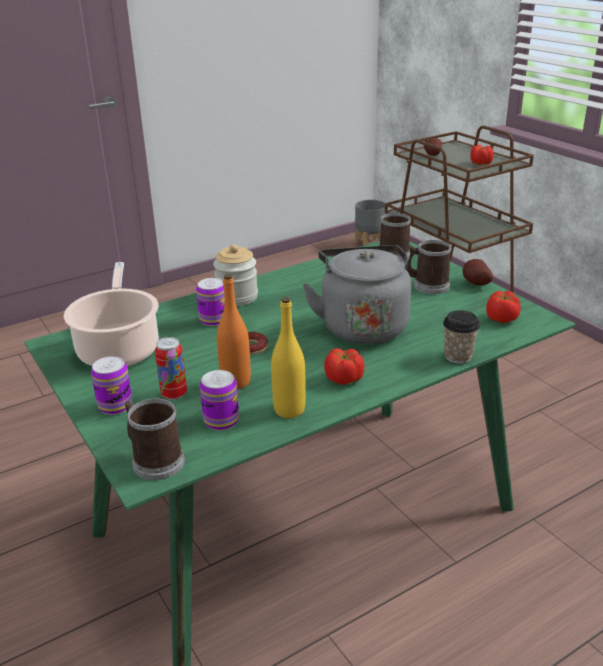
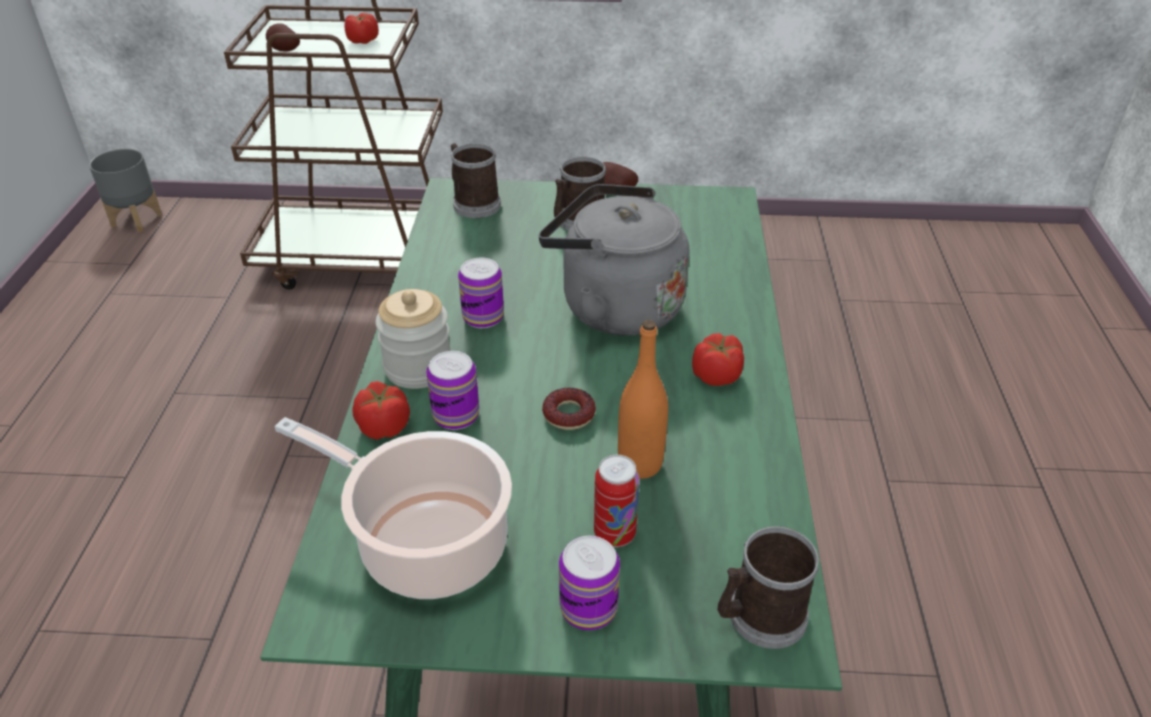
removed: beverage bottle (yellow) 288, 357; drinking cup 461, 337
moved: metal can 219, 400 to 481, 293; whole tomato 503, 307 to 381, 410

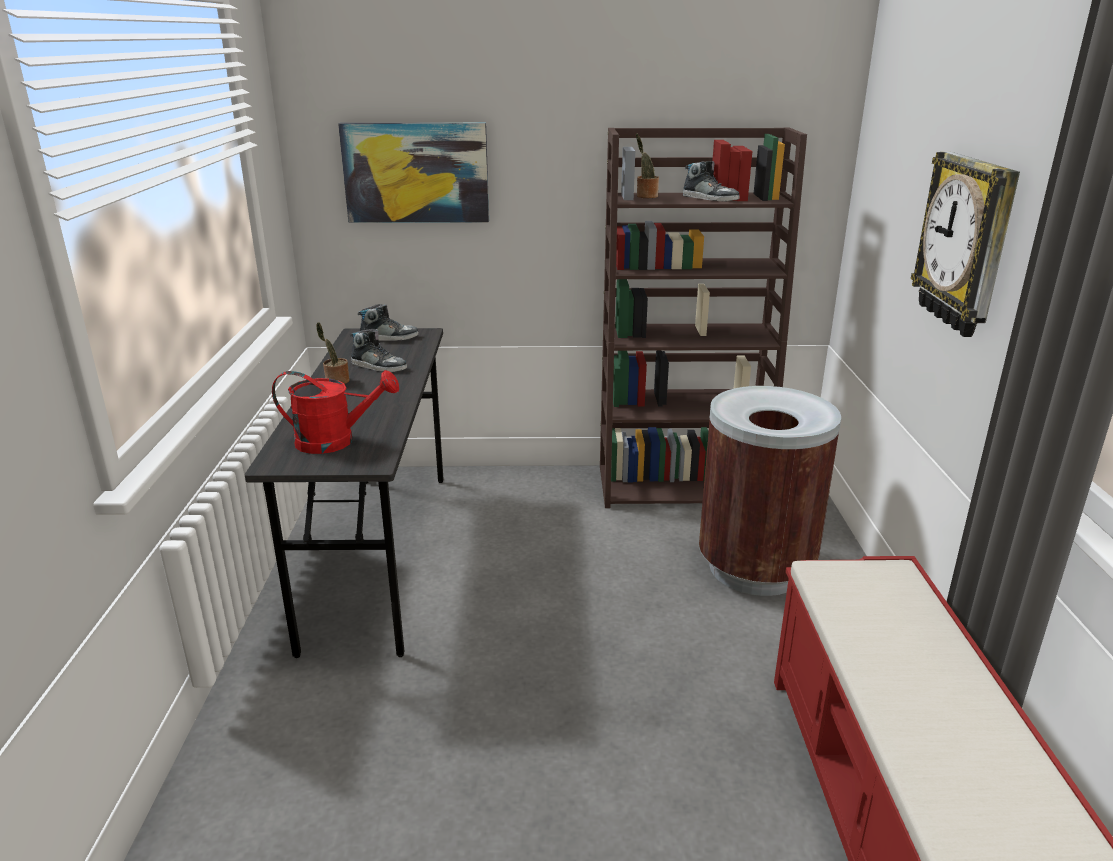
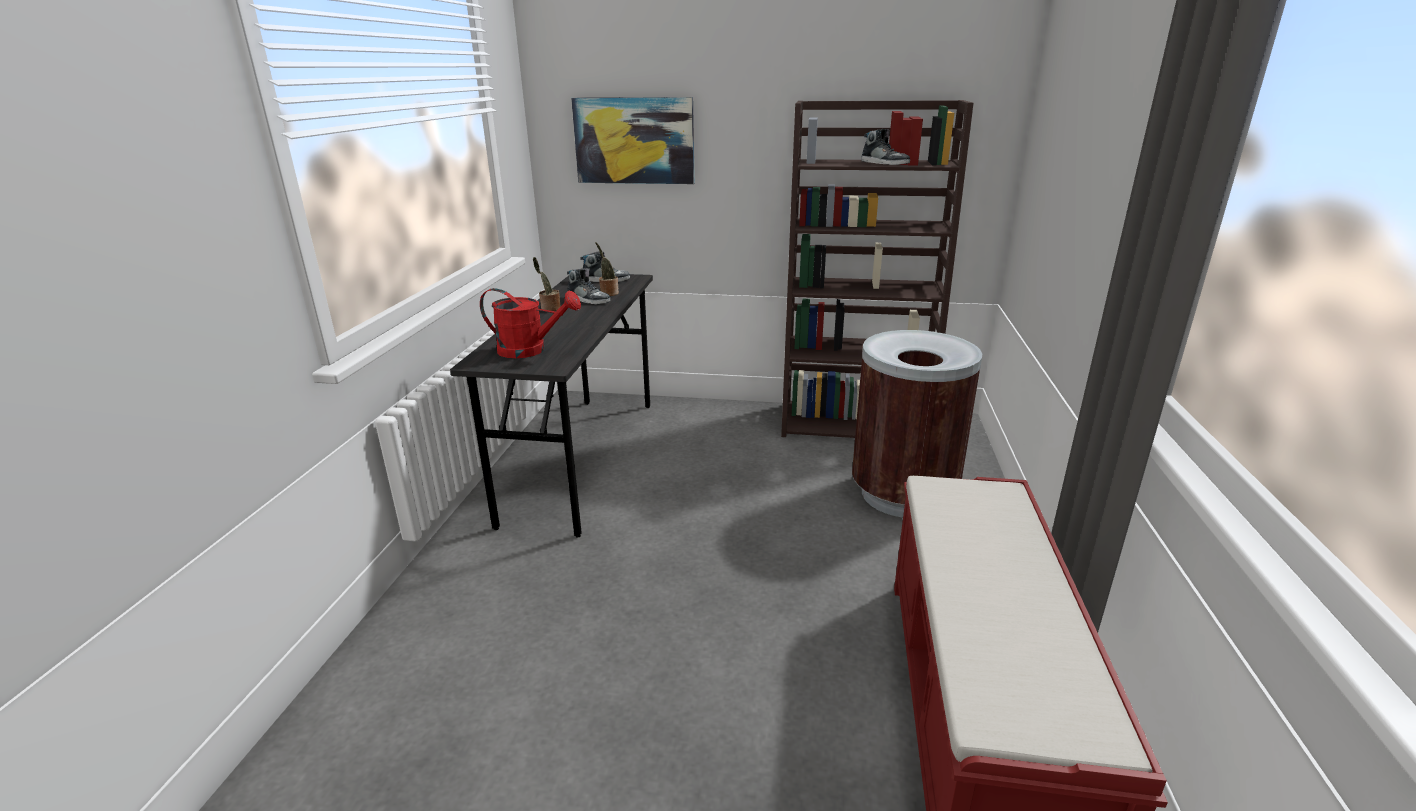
removed: wall clock 965, 244
moved: houseplant 647, 165 to 607, 269

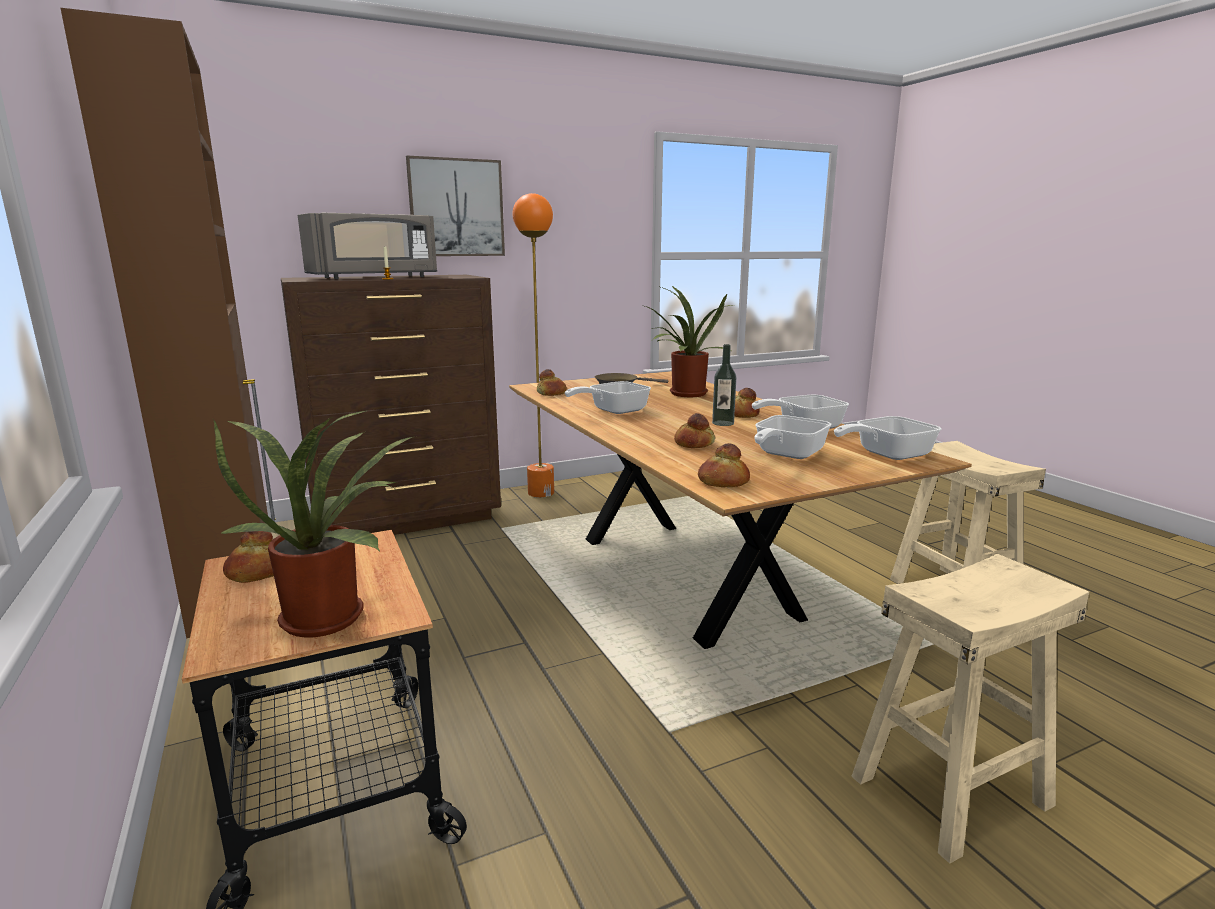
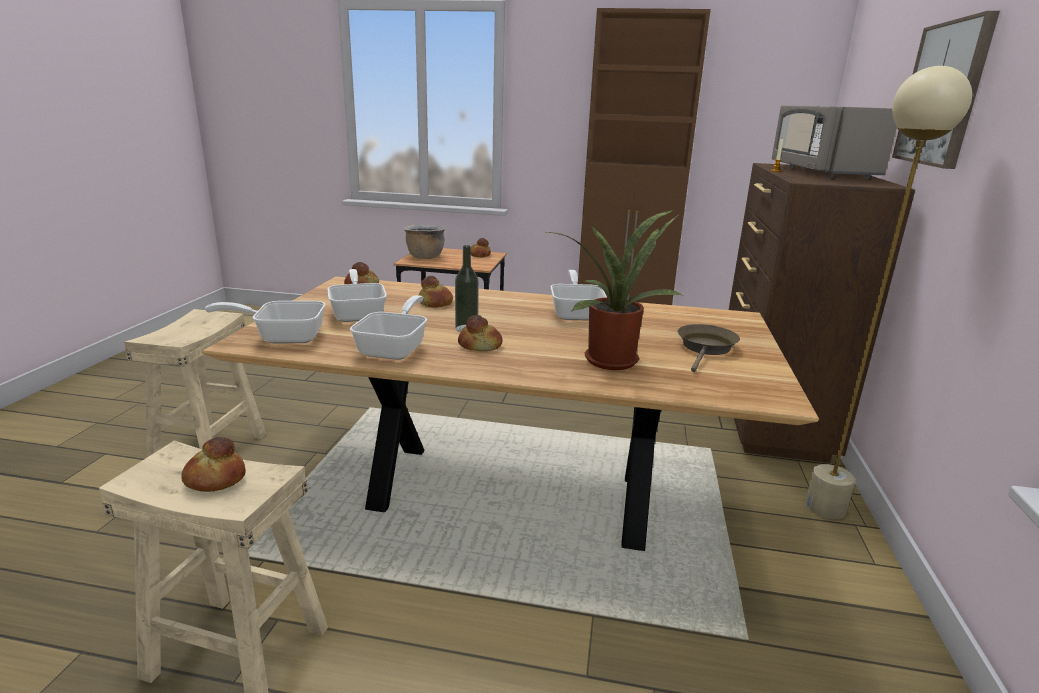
moved: baked bread 552, 382 to 213, 464
replaced: houseplant 313, 524 to saucepot (brown) 424, 242
recoloured: standard lamp (orangey) 533, 345 to standard lamp (sand-coloured) 888, 292
turned: frying pan 888, 438 = 265, 322 105 degrees counterclockwise

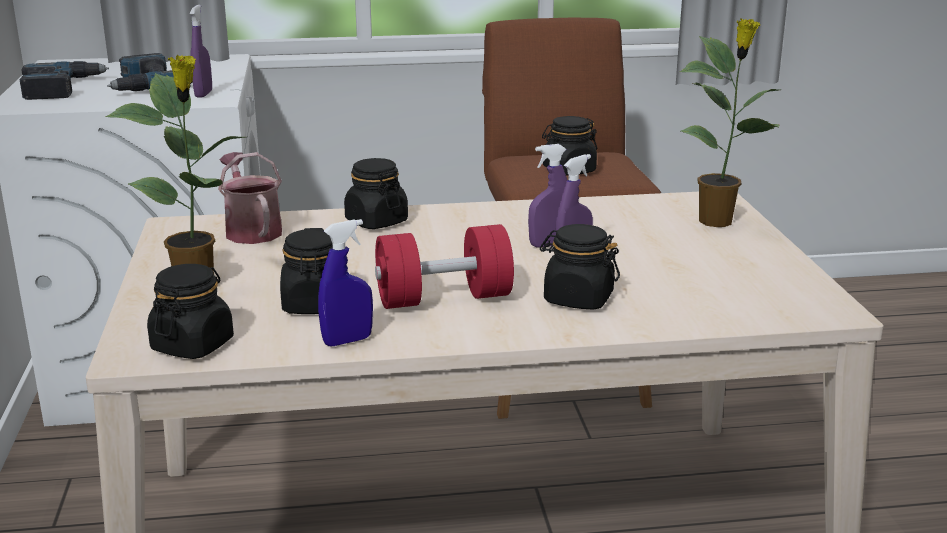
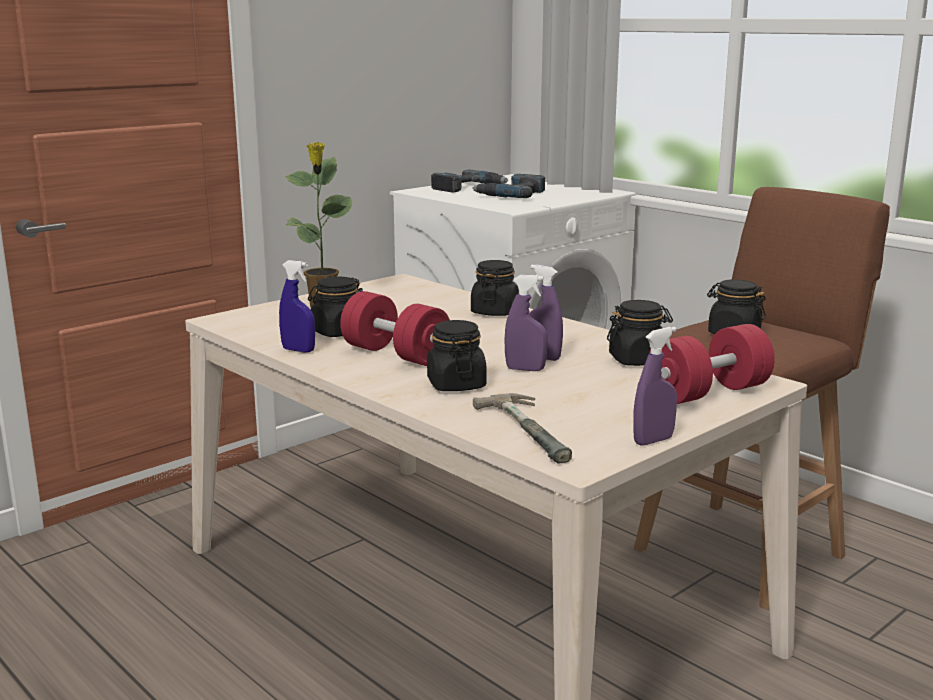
removed: watering pot 250, 198
added: hand hammer 522, 428
moved: jar (black) 190, 311 to 640, 333; hand sprayer (purple-coloured) 201, 51 to 655, 386
replaced: houseplant 730, 122 to free weight (red) 712, 364

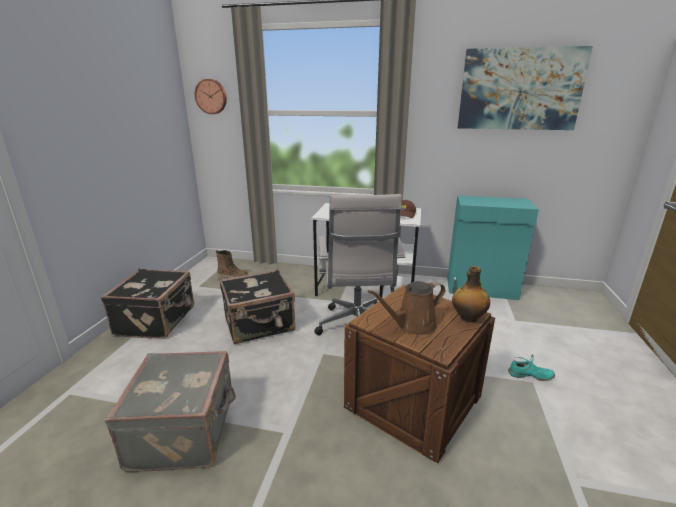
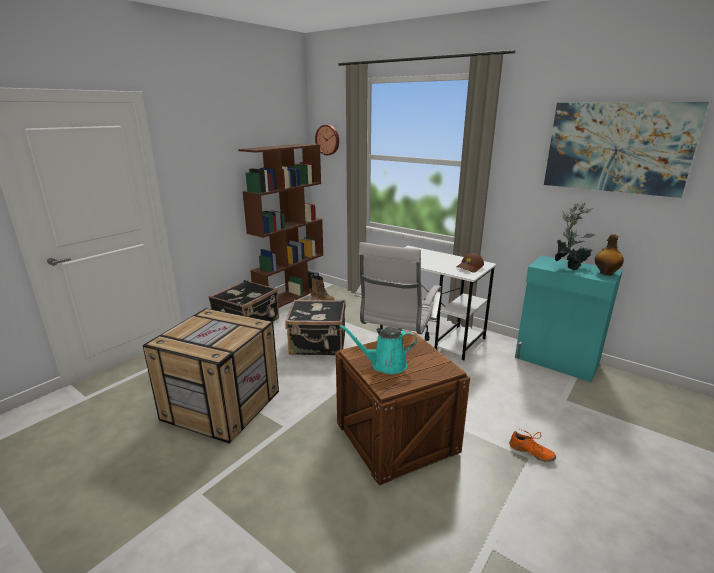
added: shelving unit (brown) 280, 226; houseplant 575, 236
moved: beverage bottle 471, 294 to 609, 254
replaced: travel case (grey) 170, 411 to shipping crate 211, 376
recoloured: watering pot (brown) 406, 308 to watering pot (blue-green) 378, 349; low shoe (blue-green) 531, 368 to low shoe (orangey) 532, 445

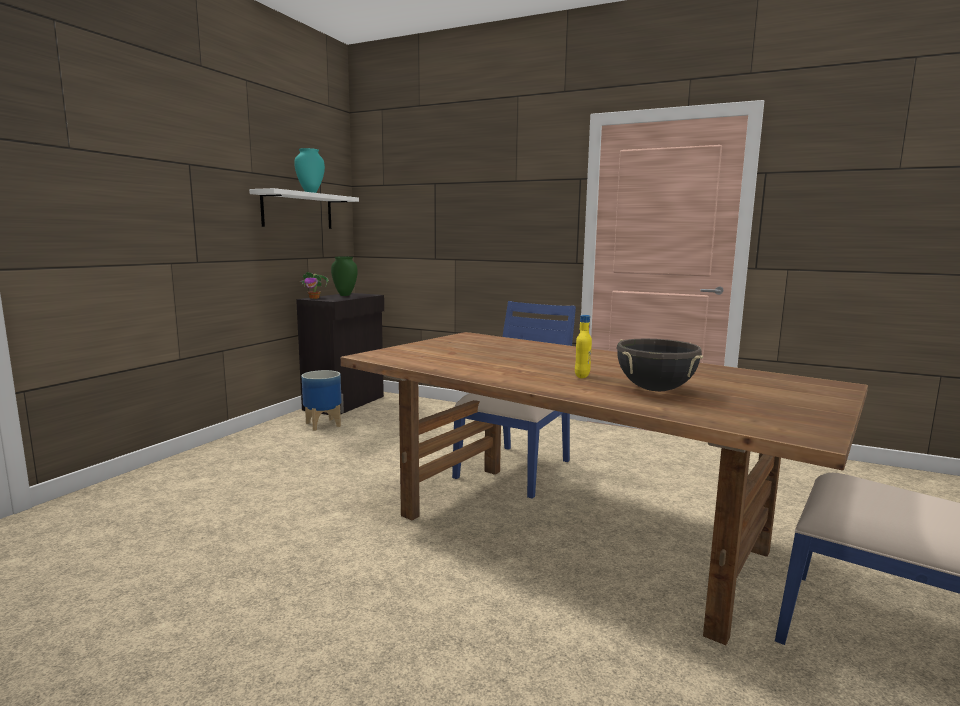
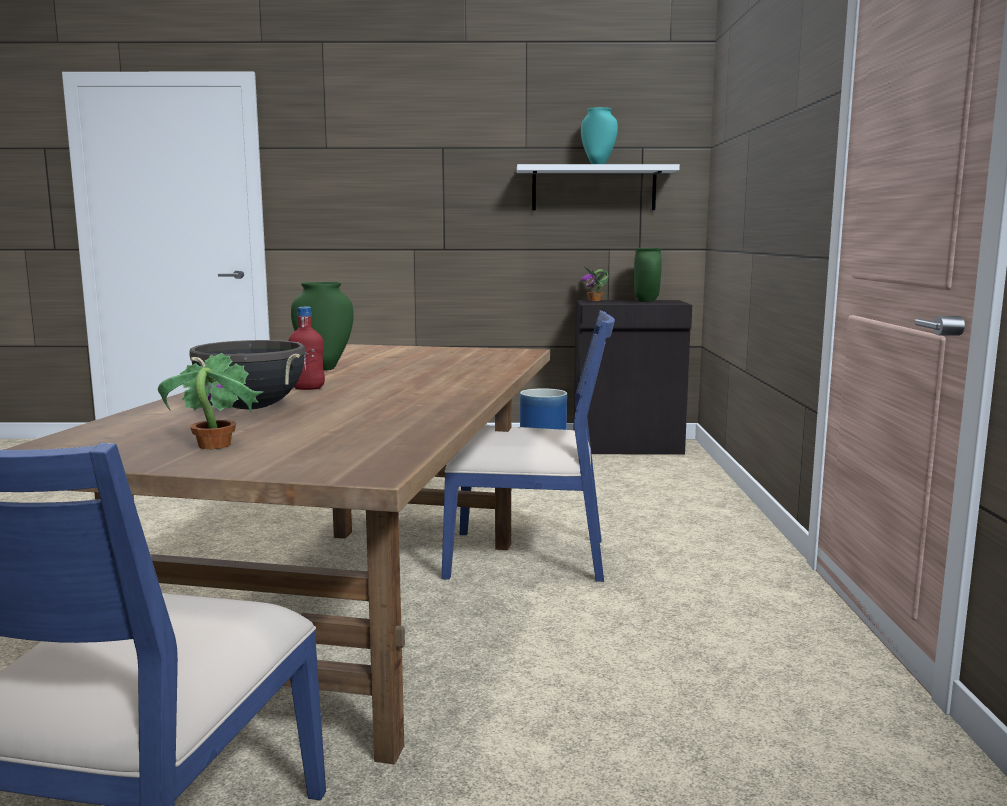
added: houseplant 210, 401; vase (green) 322, 326
recoloured: beverage bottle (yellow) 583, 346 to beverage bottle (red) 307, 348

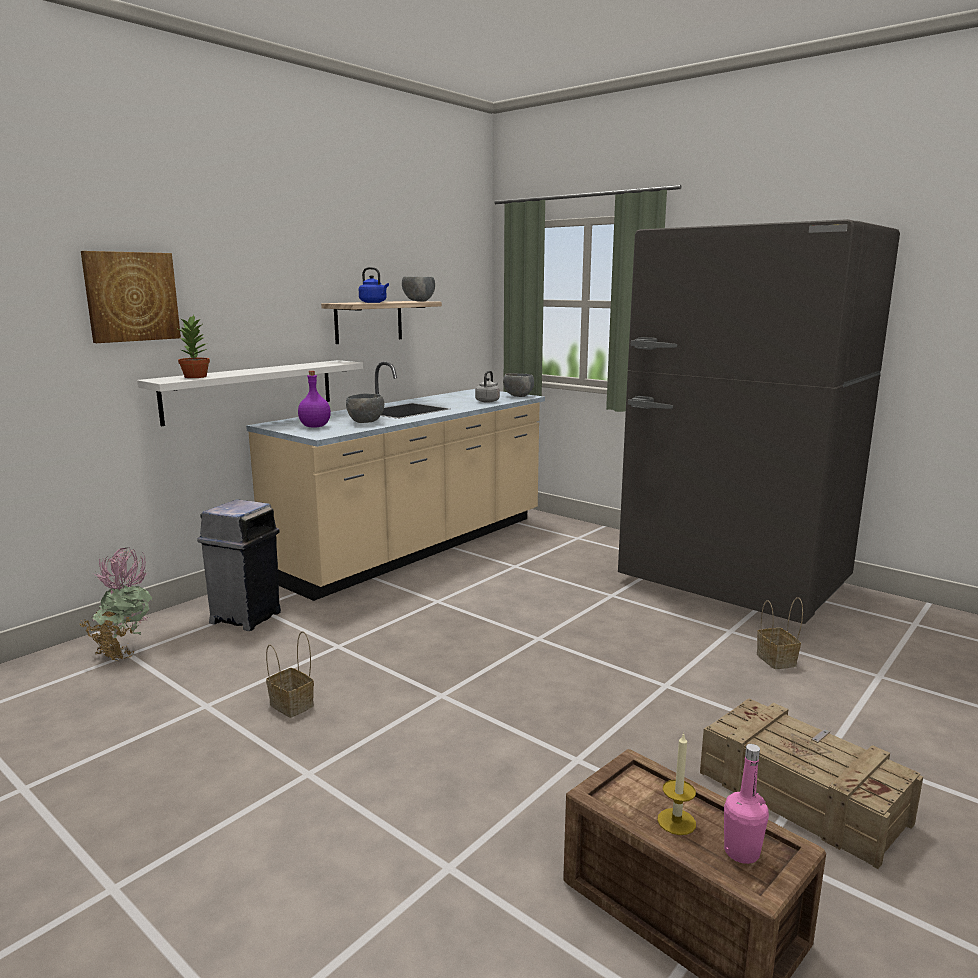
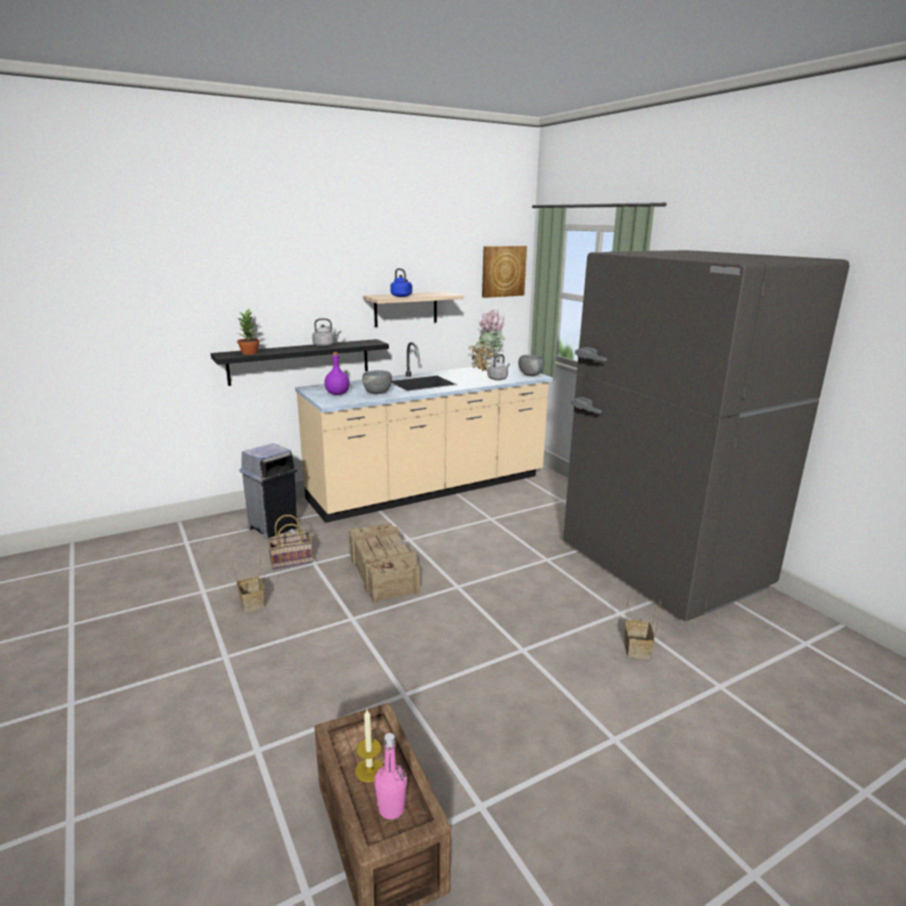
removed: deep dish (grey) 418, 288
added: basket 290, 542; water kettle (grey) 326, 332
moved: houseplant 116, 604 to 487, 340; wall art 131, 297 to 504, 272; shipping crate 811, 784 to 384, 563
recoloured: wall shelf (whitish) 250, 393 to wall shelf (black) 300, 362

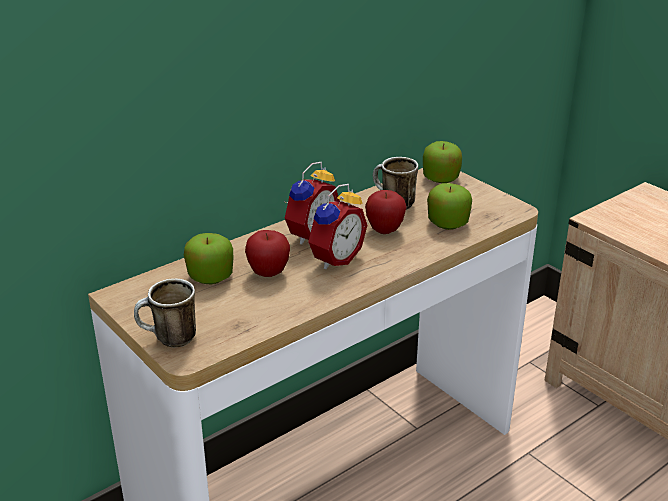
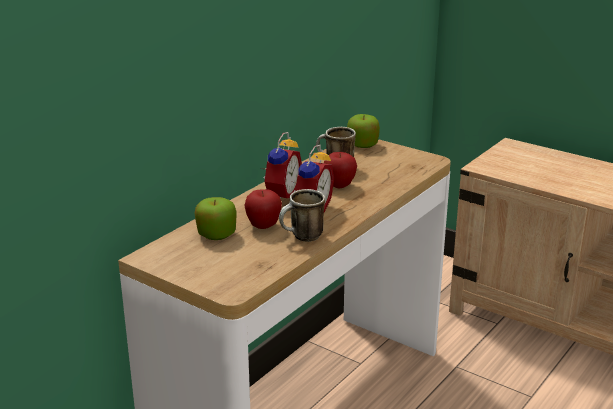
removed: whole apple 449, 206
moved: mug 165, 312 to 302, 215

